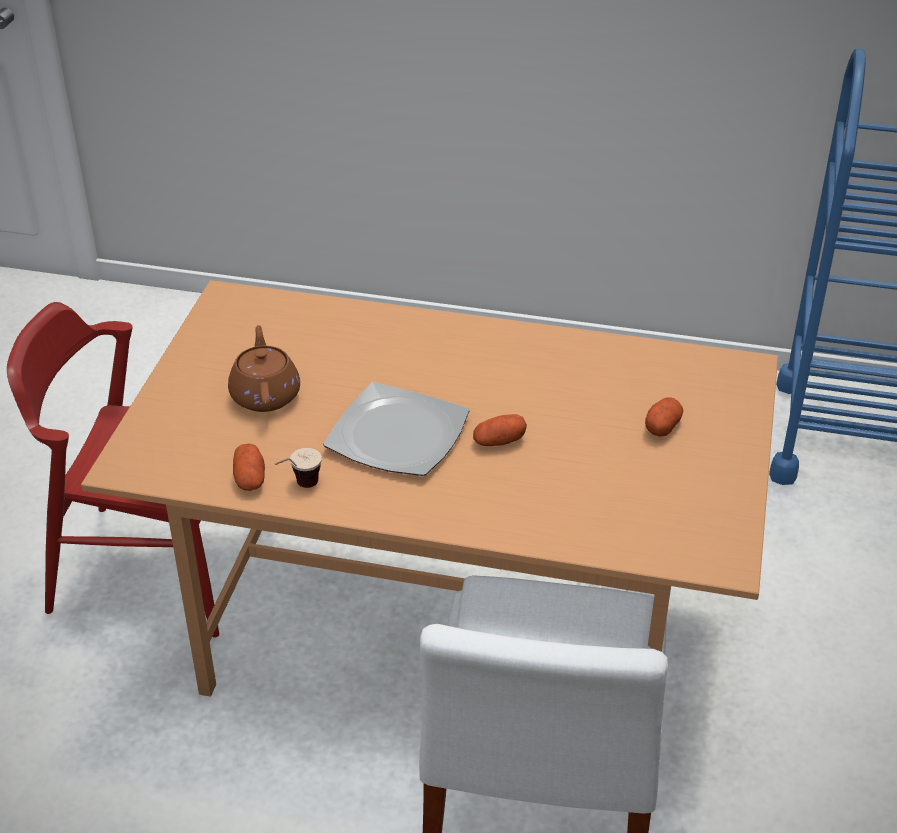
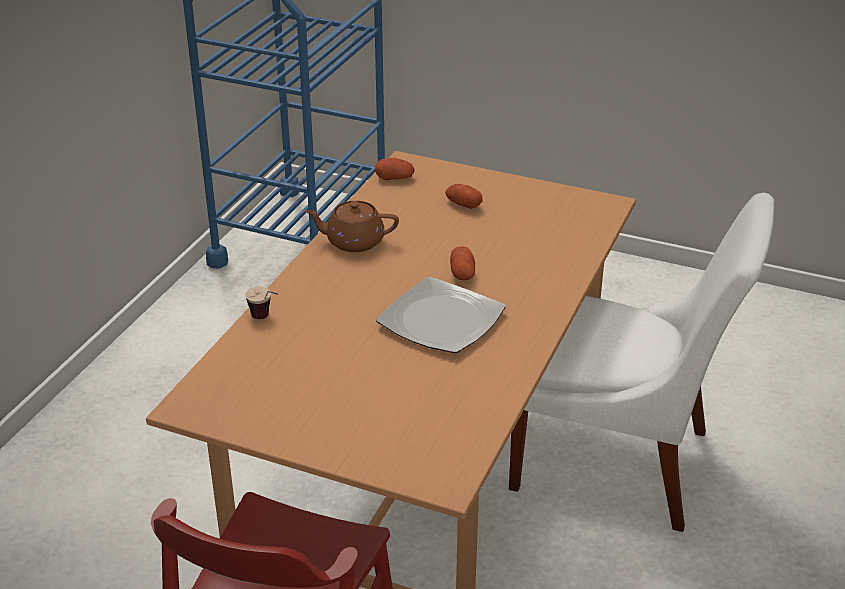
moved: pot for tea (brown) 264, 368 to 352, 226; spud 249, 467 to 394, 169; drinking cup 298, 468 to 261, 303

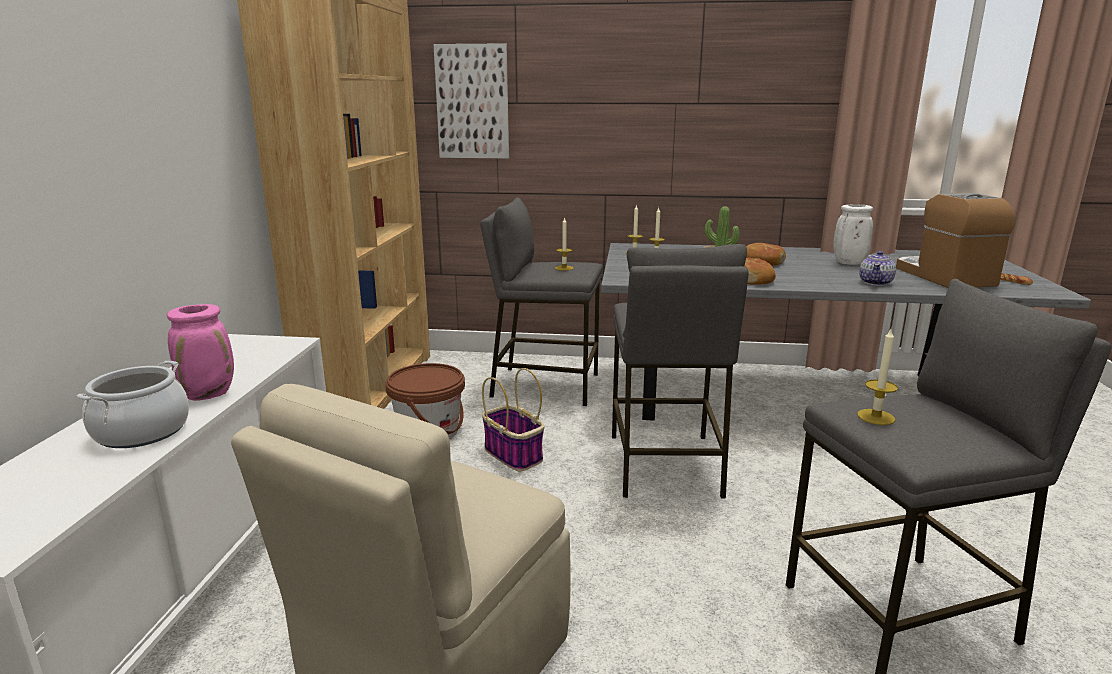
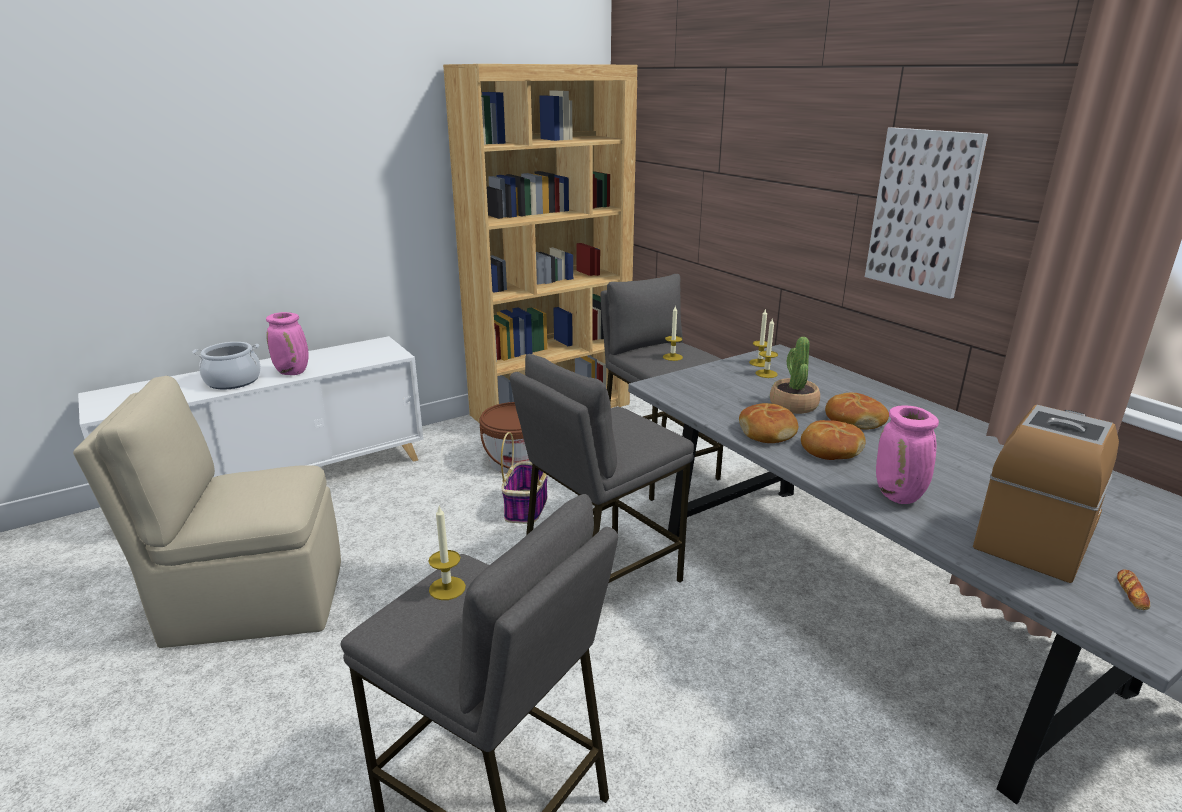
removed: vase (whitish) 853, 235
added: baked bread 833, 440
moved: wall art 471, 100 to 926, 213
replaced: pot for tea 877, 268 to vase (pink) 907, 454

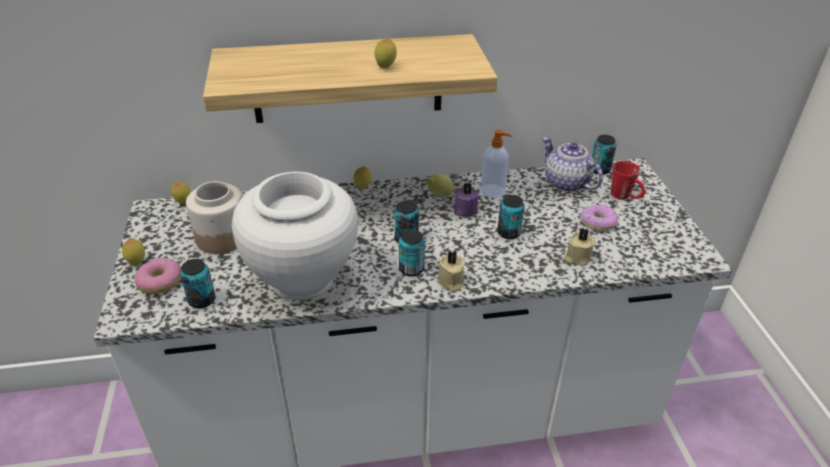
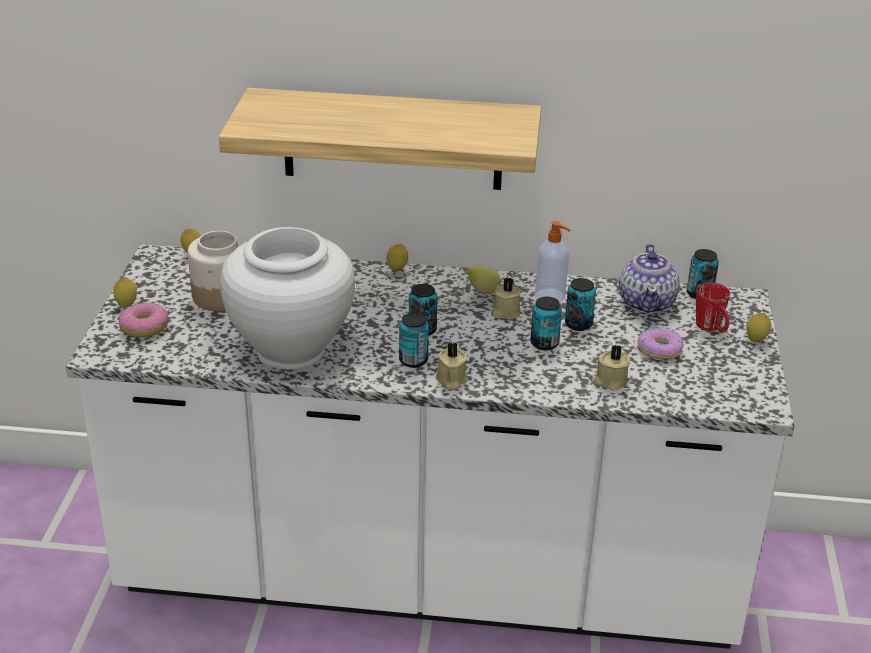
moved: metal can 197, 283 to 580, 304; whole lemon 385, 53 to 758, 327
recoloured: wax light (purple-coloured) 465, 199 to wax light (sand-coloured) 506, 298
turned: pot for tea 572, 164 = 649, 278 150 degrees counterclockwise

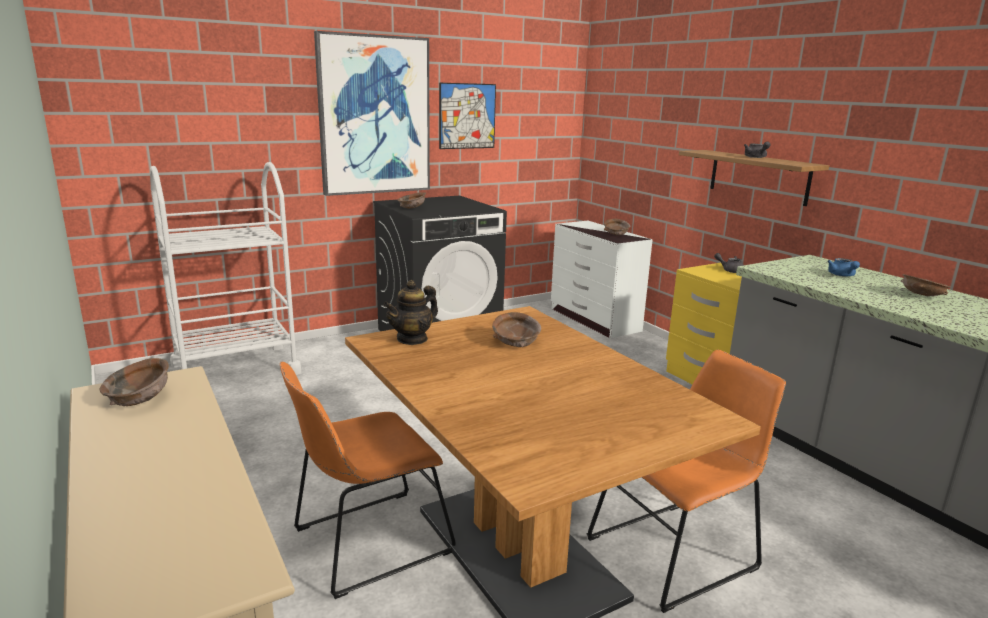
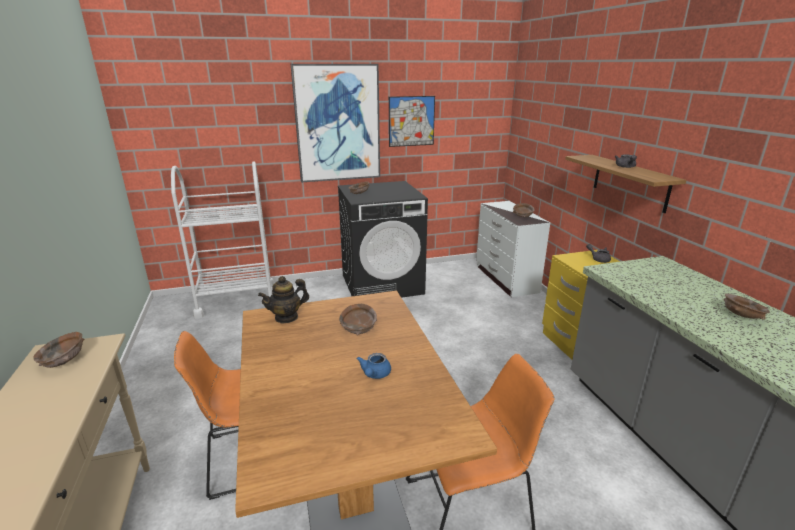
moved: pot for tea (blue) 843, 267 to 374, 366

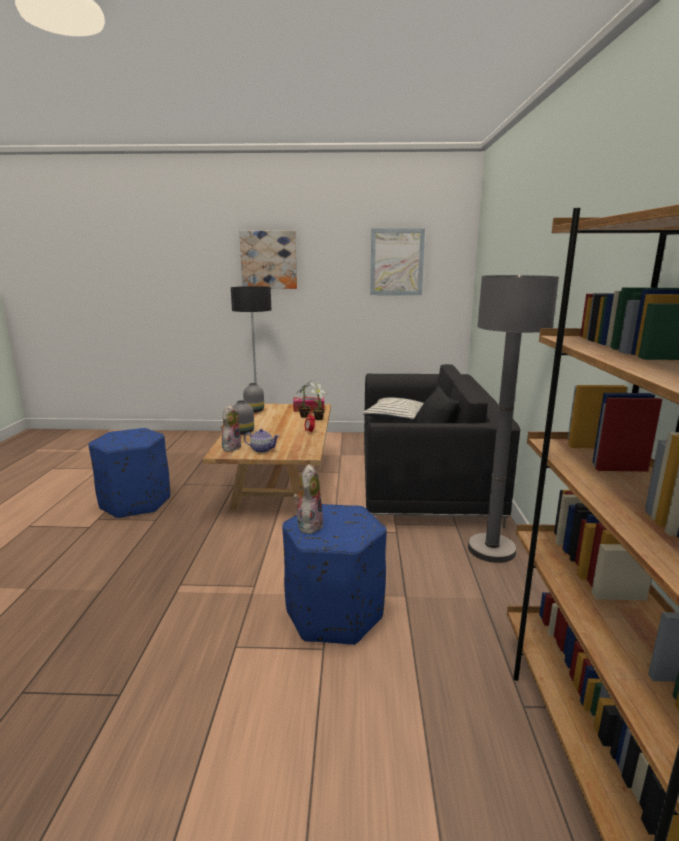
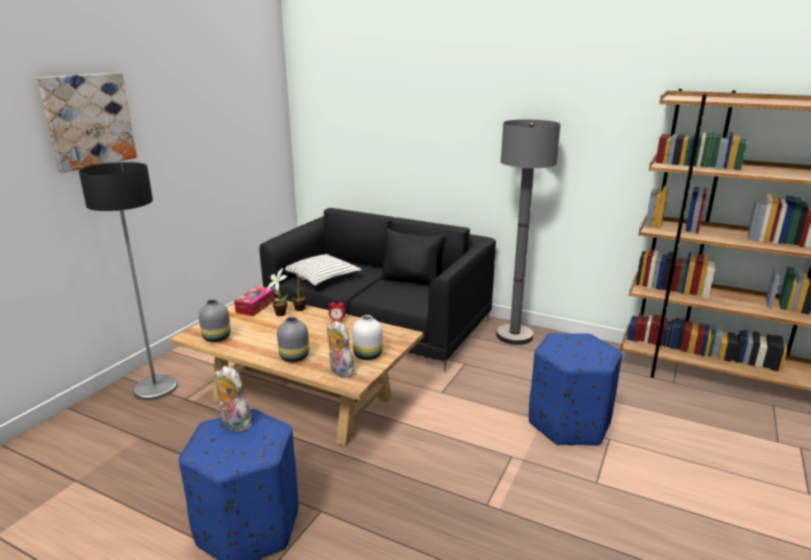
removed: wall art 397, 261
moved: plush toy 308, 499 to 233, 399
replaced: pot for tea 261, 441 to vase (whitish) 367, 337

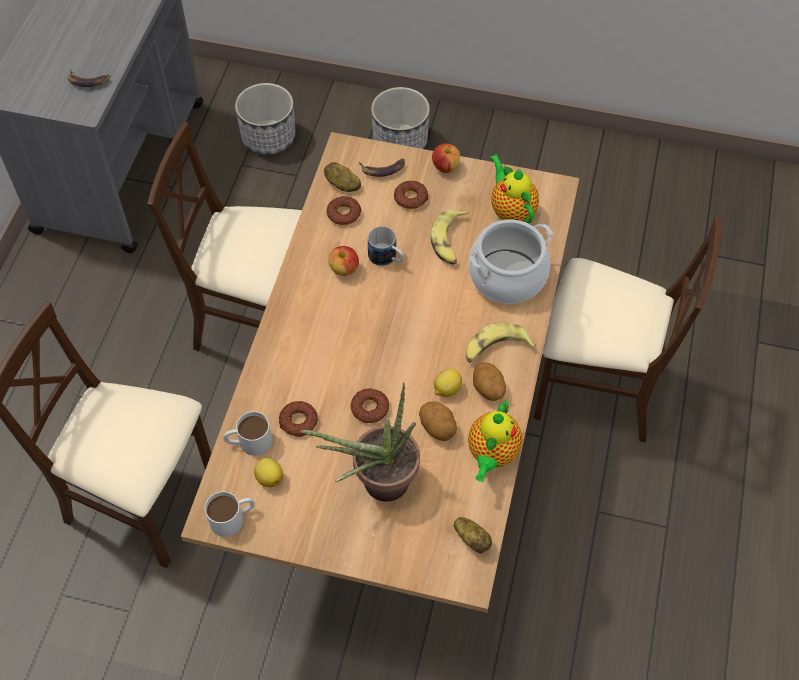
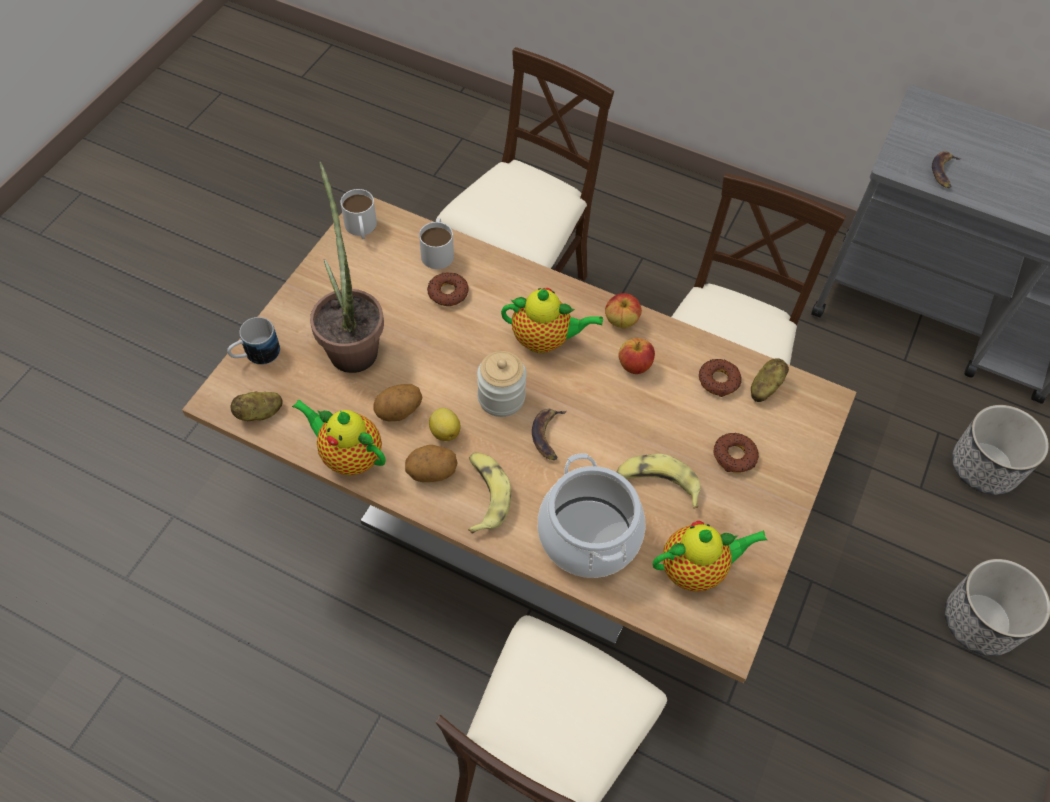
removed: whole lemon 268, 472; ring doughnut 369, 406
added: jar 502, 384; pot for tea 552, 320
moved: banana 382, 168 to 549, 434; mug 386, 246 to 253, 341; whole apple 446, 158 to 623, 310

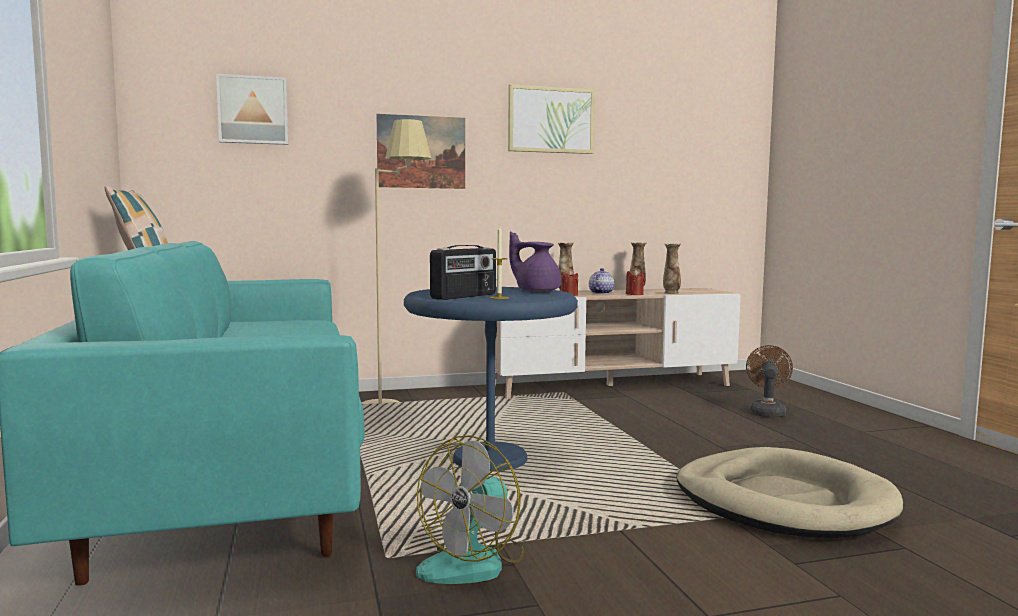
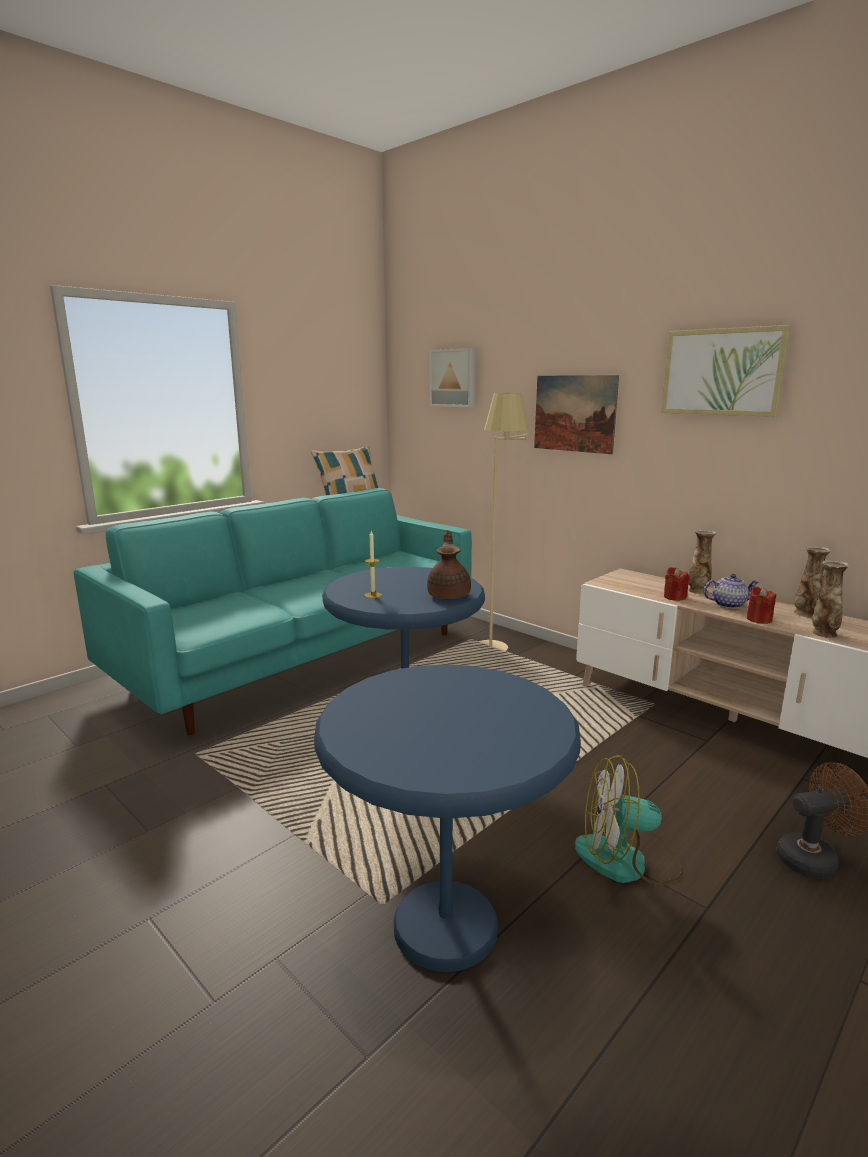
removed: radio set 463, 272
moved: electric fan 470, 509 to 629, 820
replaced: dog cushion (sand-coloured) 790, 492 to accent table (blue) 447, 818
recoloured: pot for tea (purple-coloured) 535, 261 to pot for tea (brown) 449, 564

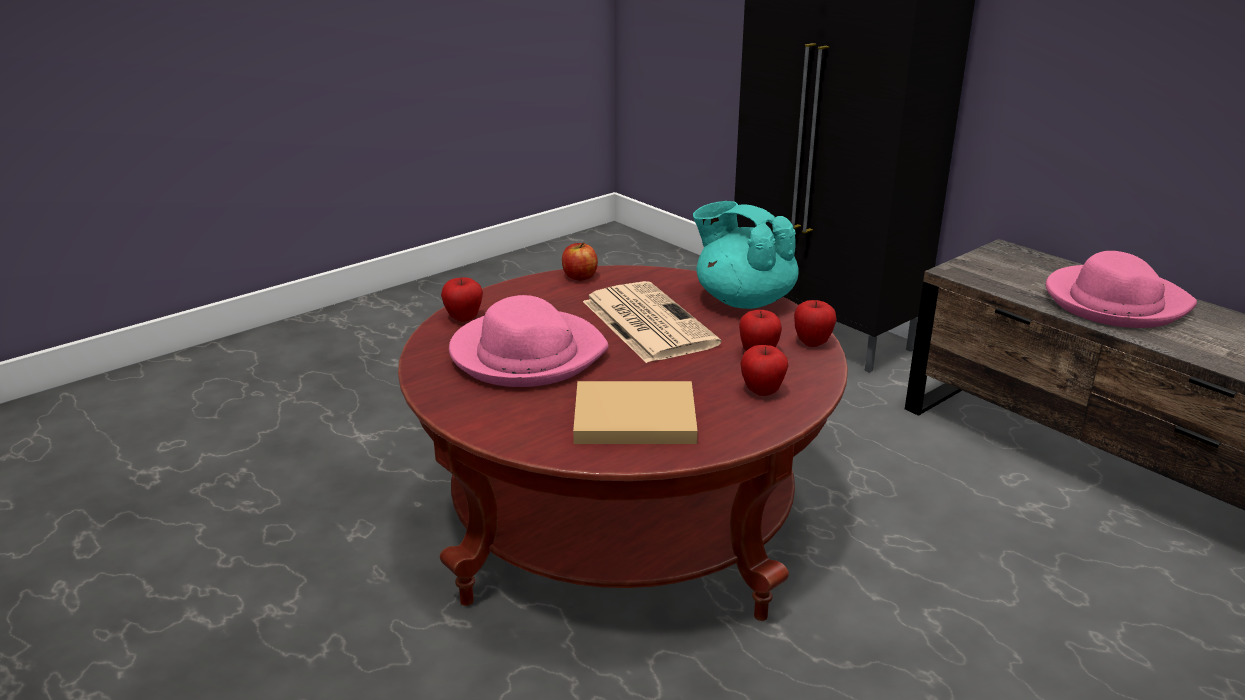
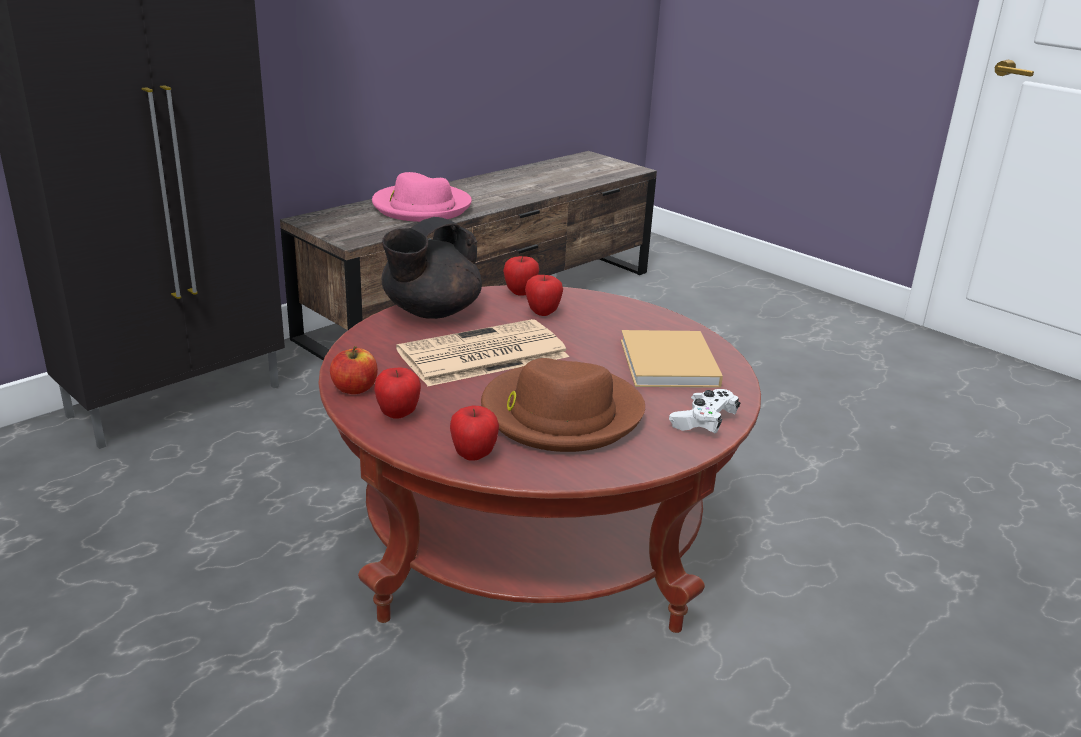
added: joypad (whitish) 705, 411
moved: whole apple 764, 370 to 397, 393
recoloured: hat (pink) 529, 341 to hat (brown) 563, 405; pot for tea (blue-green) 745, 255 to pot for tea (black) 432, 268

